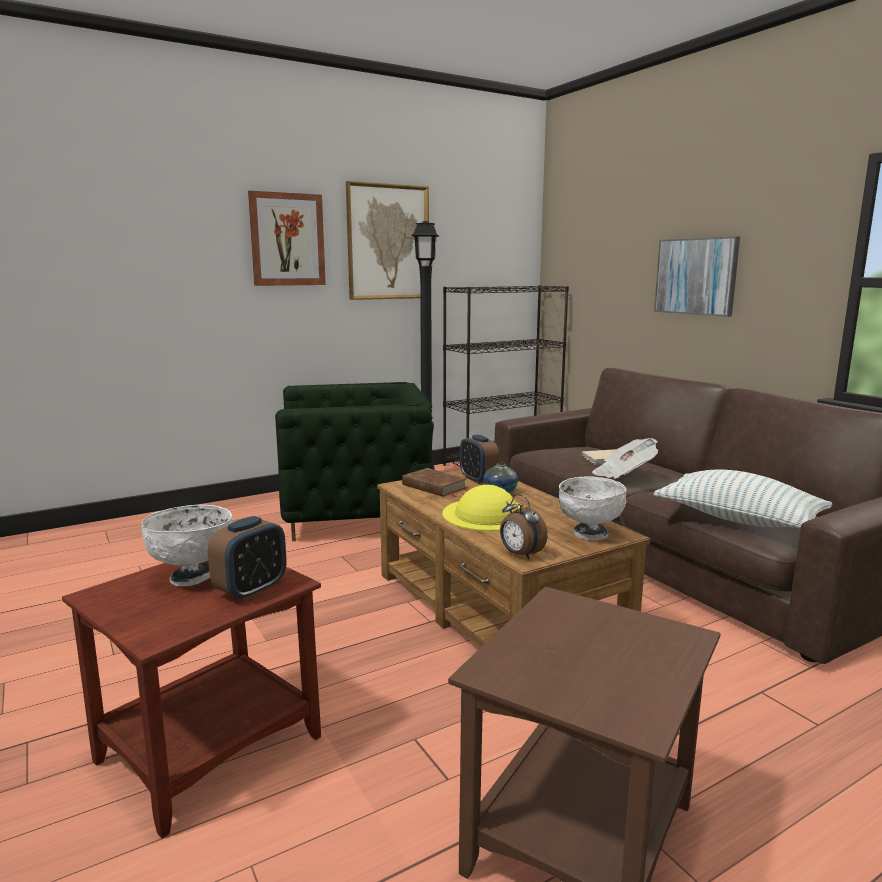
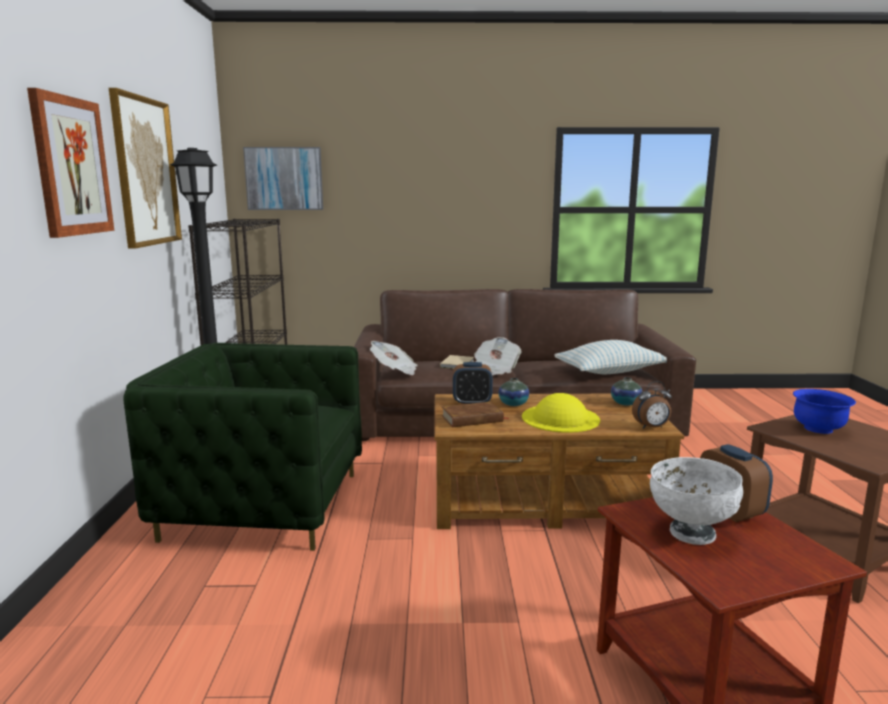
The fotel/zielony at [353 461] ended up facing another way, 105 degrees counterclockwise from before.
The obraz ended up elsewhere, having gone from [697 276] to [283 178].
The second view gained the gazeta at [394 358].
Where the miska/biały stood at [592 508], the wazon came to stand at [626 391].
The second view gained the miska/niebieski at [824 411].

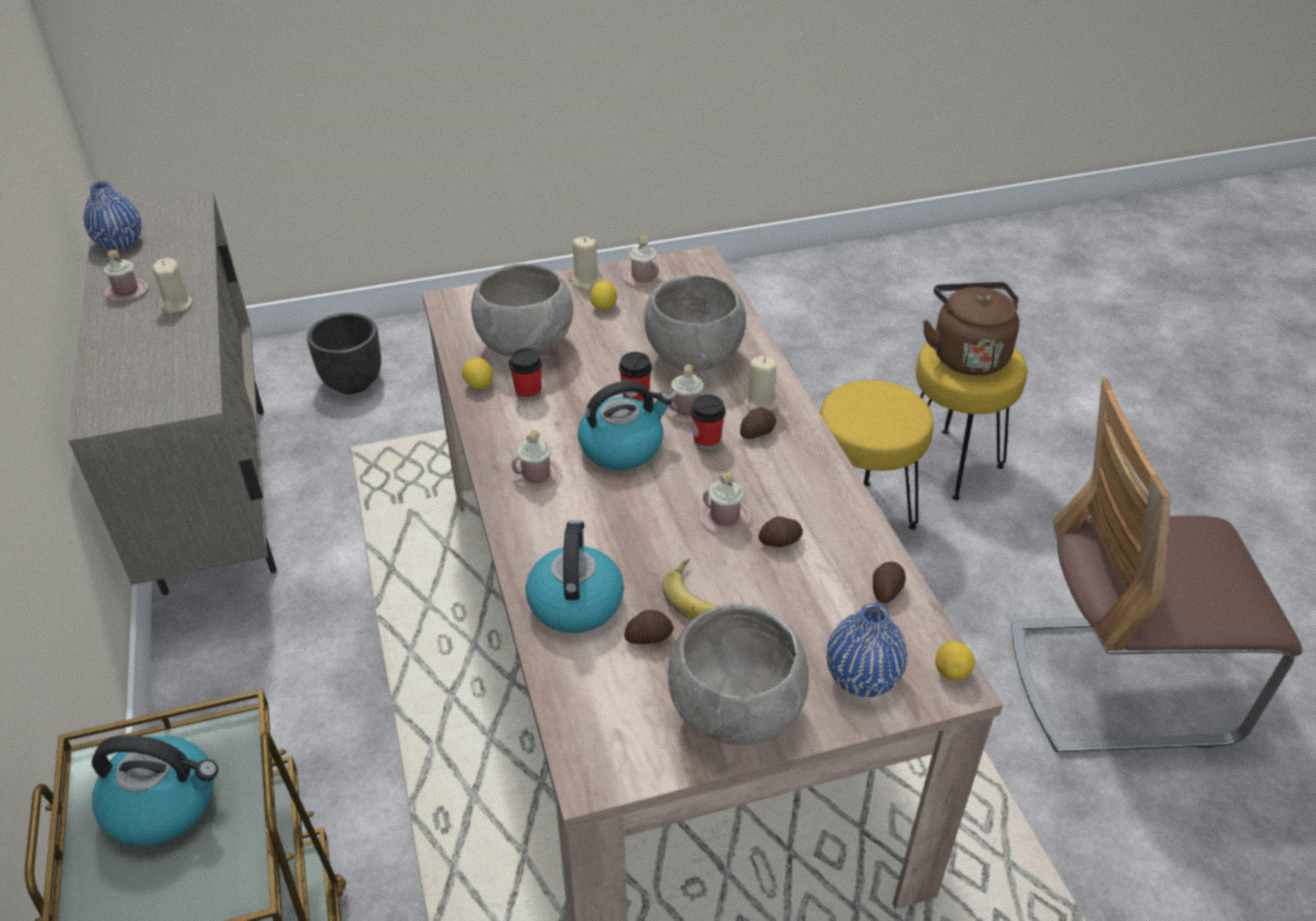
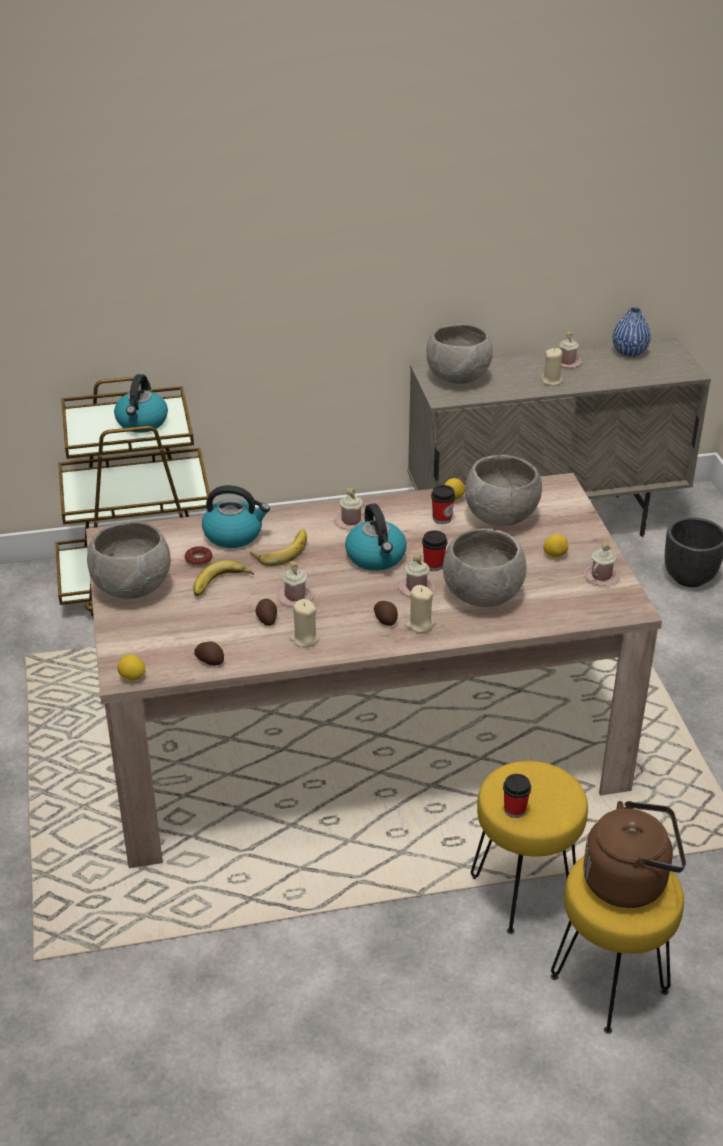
Where the ziemniak stood at [649 627], the donut came to stand at [198 556].
The second view gained the banan at [278 547].
The świeca/beżowy ended up elsewhere, having gone from [587 264] to [305 623].
The second view gained the miska/szary at [459 354].
The filiżanka ended up elsewhere, having gone from [708 422] to [517 796].
The second view lost the wazon/niebieski at [866 650].
The second view lost the krzesło at [1157 565].

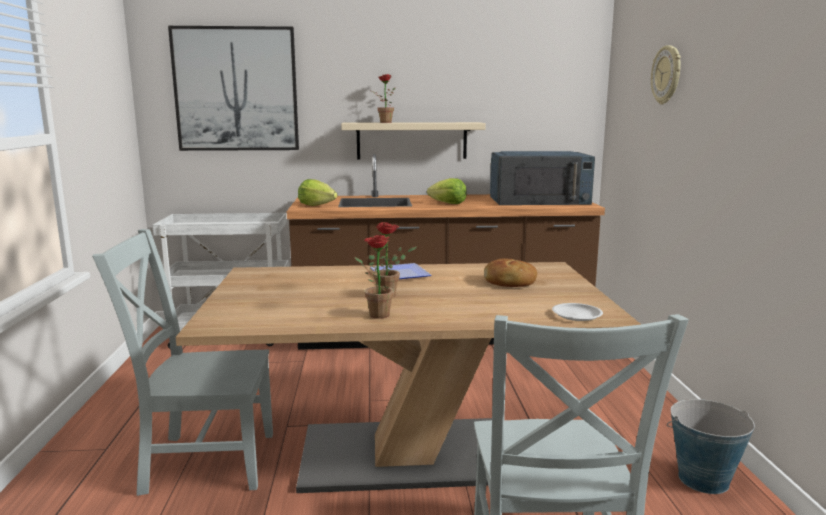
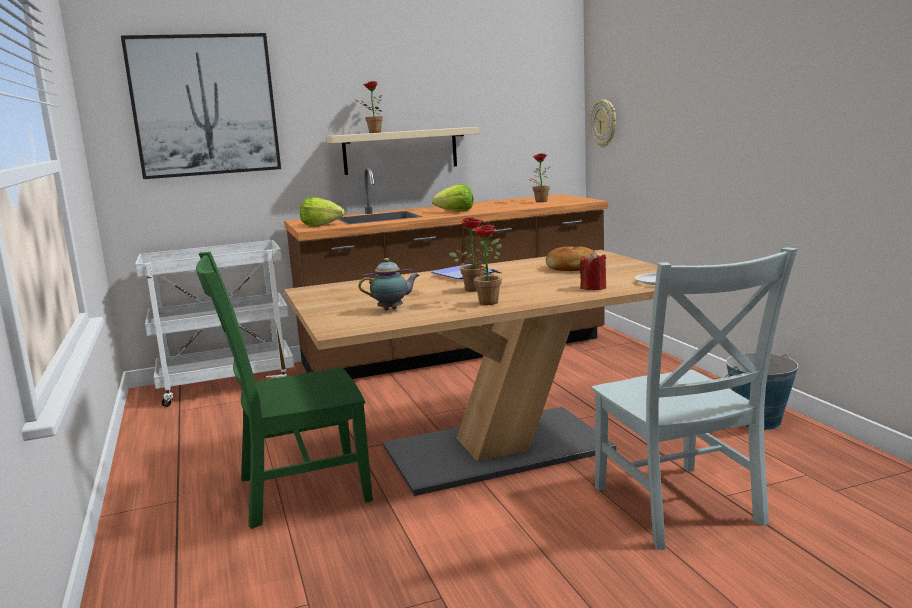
What was the krzesło/szary at [182 362] turned into the krzesło/zielony at [284 390].
The second view gained the imbryk at [389 284].
Where the mikrofalówka/niebieski stood at [542 178], the roślina doniczkowa came to stand at [539 177].
The second view gained the świeca/czerwony at [593 270].
The zegar ścienny ended up elsewhere, having gone from [666 74] to [603 123].

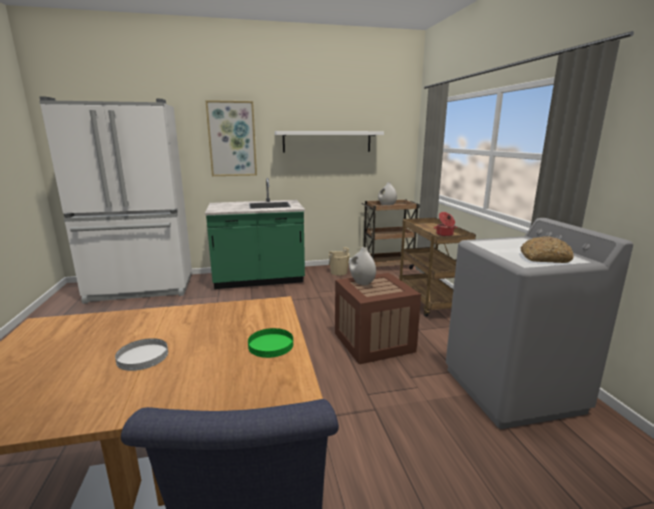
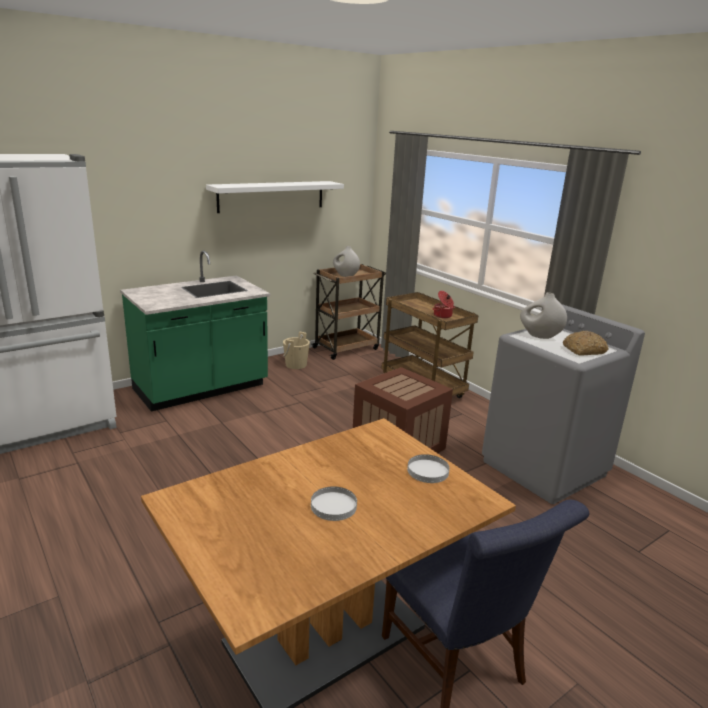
What was the talerz/zielony at [270 343] turned into the talerz/biały at [428 468].
The wazon/biały ended up elsewhere, having gone from [362 266] to [543 316].
The second view lost the obraz at [231 138].

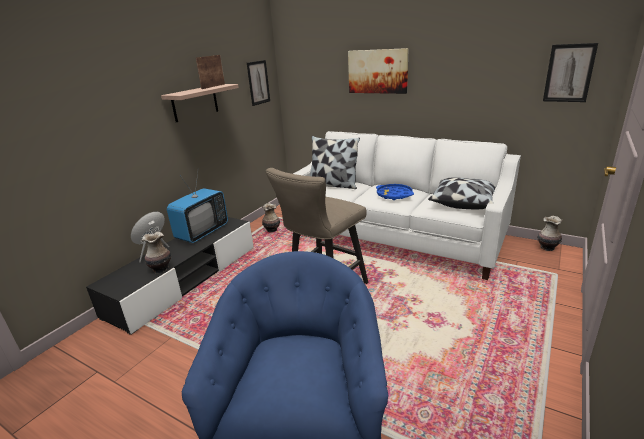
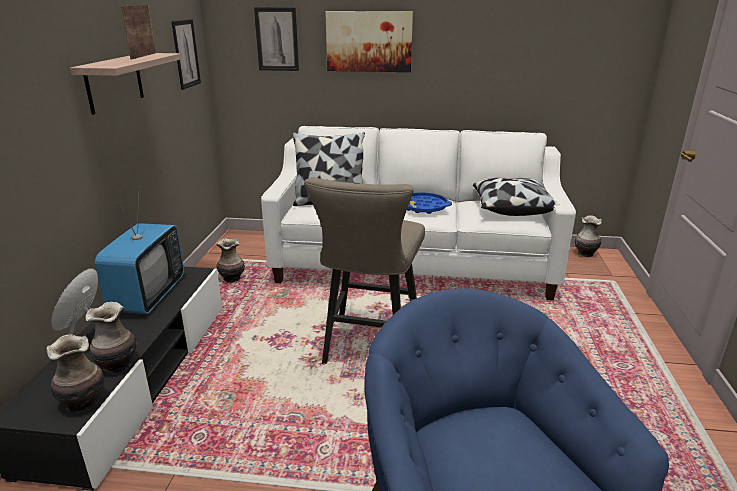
The second view gained the wazon at [75 373].
The obraz ended up elsewhere, having gone from [570 72] to [276 39].

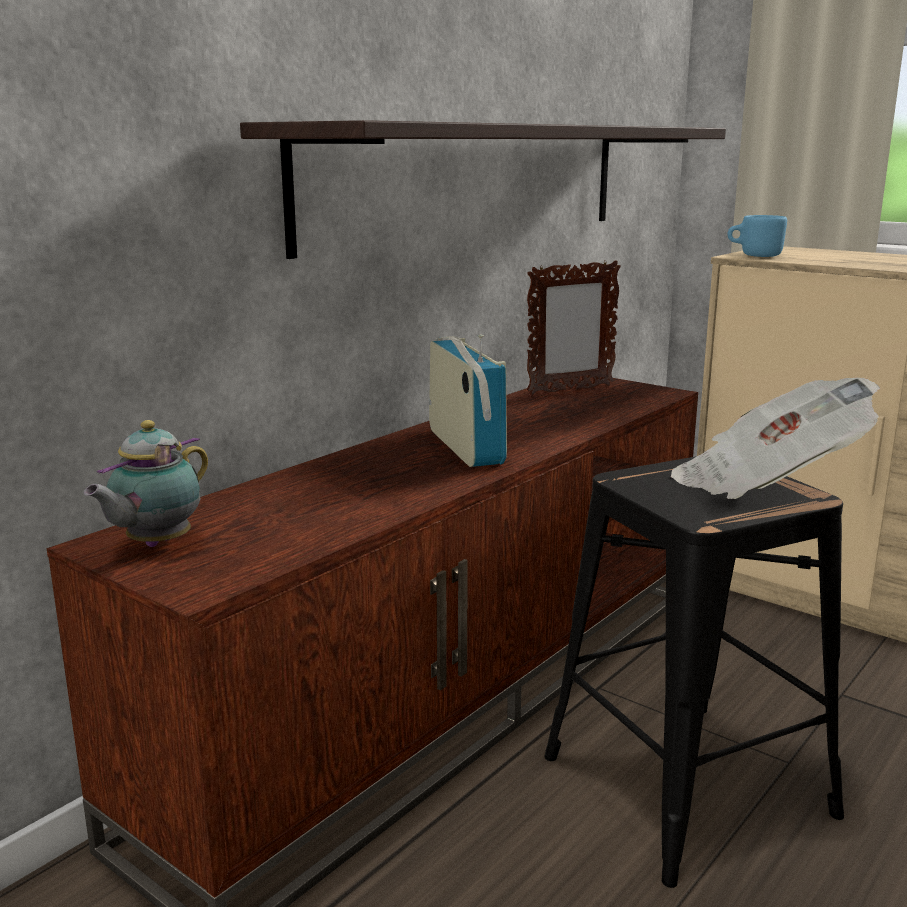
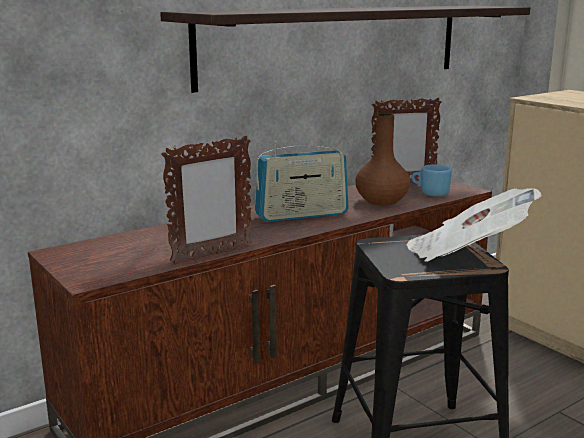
The second view gained the ramka na zdjęcie at [206 200].
The radio at [468 401] ended up facing another way, 75 degrees clockwise from before.
The second view gained the wazon/brązowy at [382 159].
The kubek/niebieski ended up elsewhere, having gone from [757 236] to [431 180].
The second view lost the imbryk at [146 483].

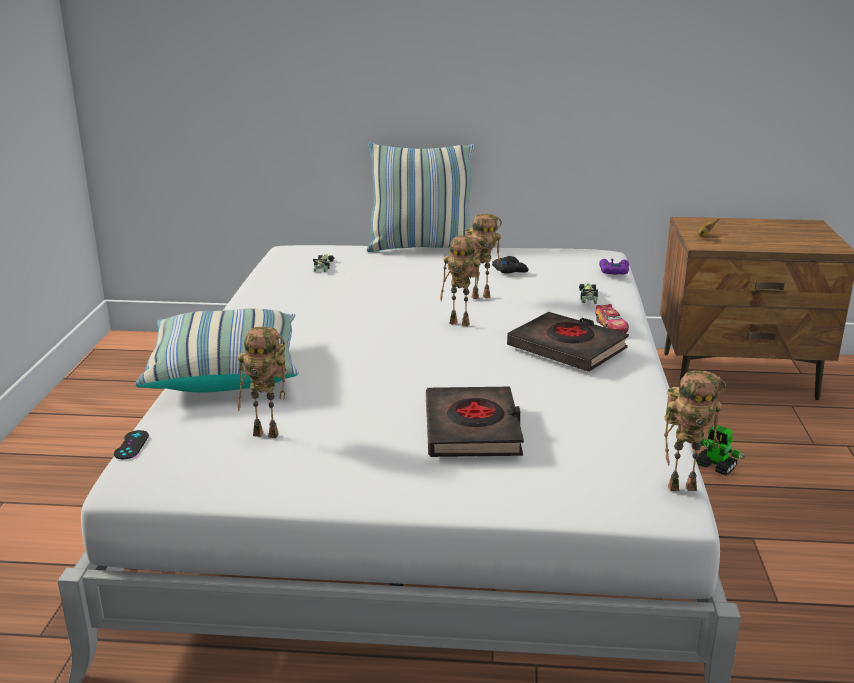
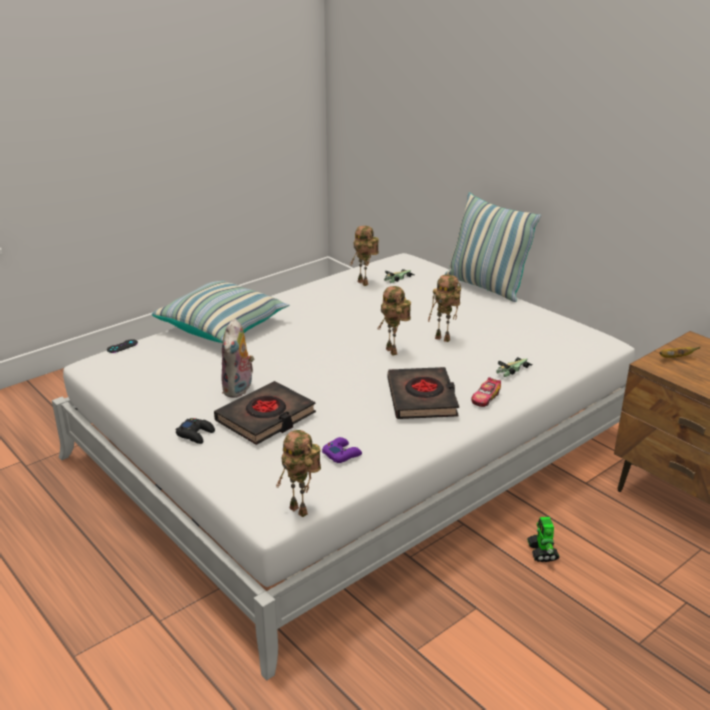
The pad do gier/czarny ended up elsewhere, having gone from [510 265] to [195 431].
The second view gained the pluszak at [238 358].
The pad do gier/fioletowy ended up elsewhere, having gone from [614 267] to [342 450].
The robot zabawkowy ended up elsewhere, having gone from [262 382] to [364 256].

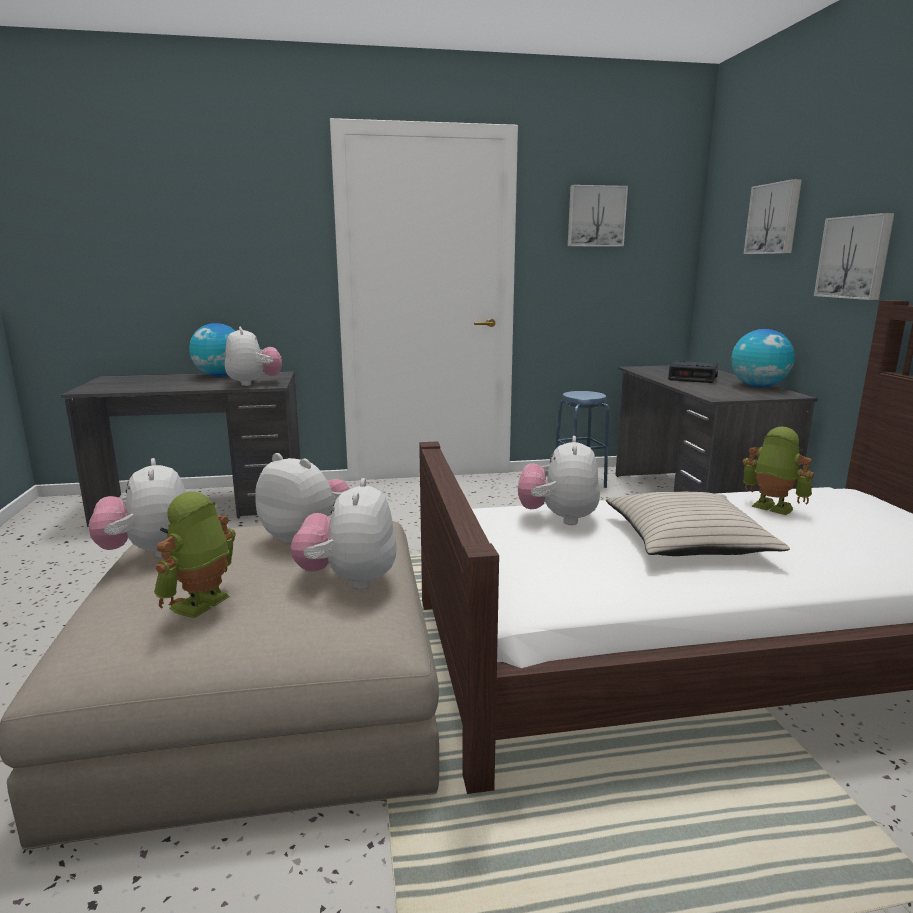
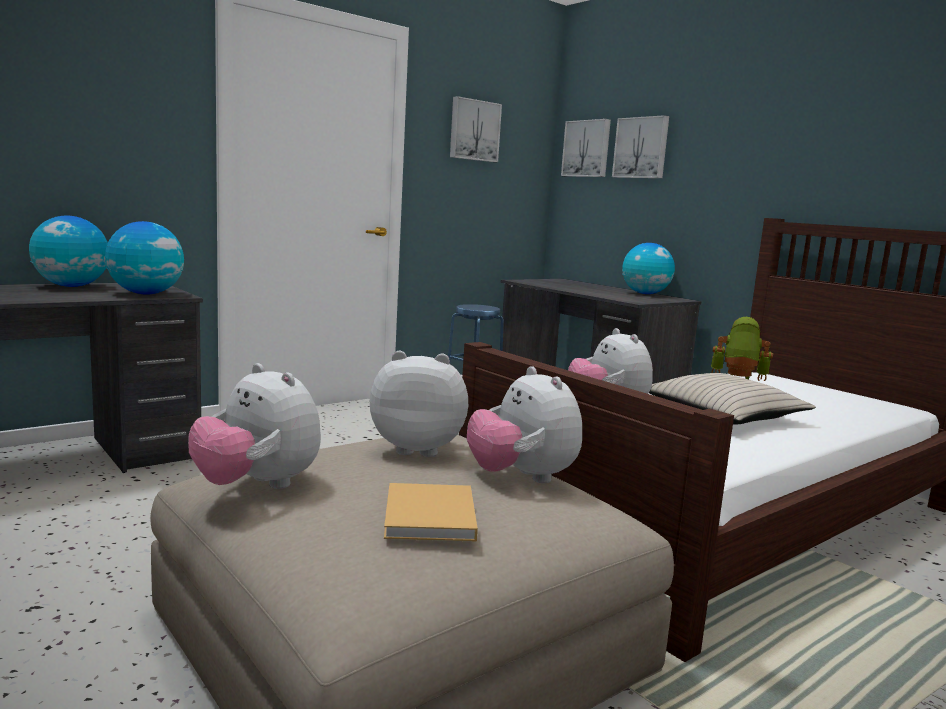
Where the pluszak stood at [253 356], the globus came to stand at [144 257].
Where the robot zabawkowy stood at [195 555], the książka/beżowy came to stand at [431 512].
The obraz ended up elsewhere, having gone from [854 256] to [586 148].
The second view lost the budzik at [693 372].

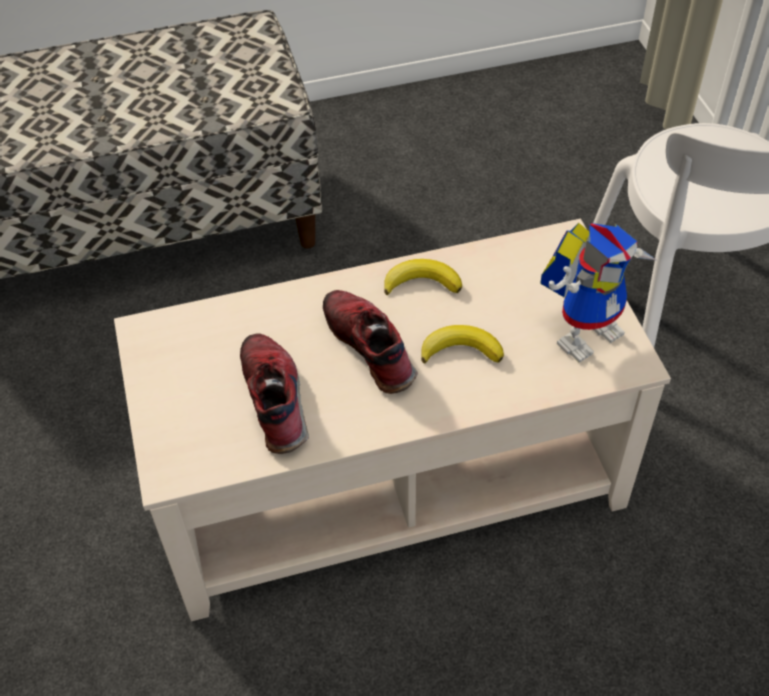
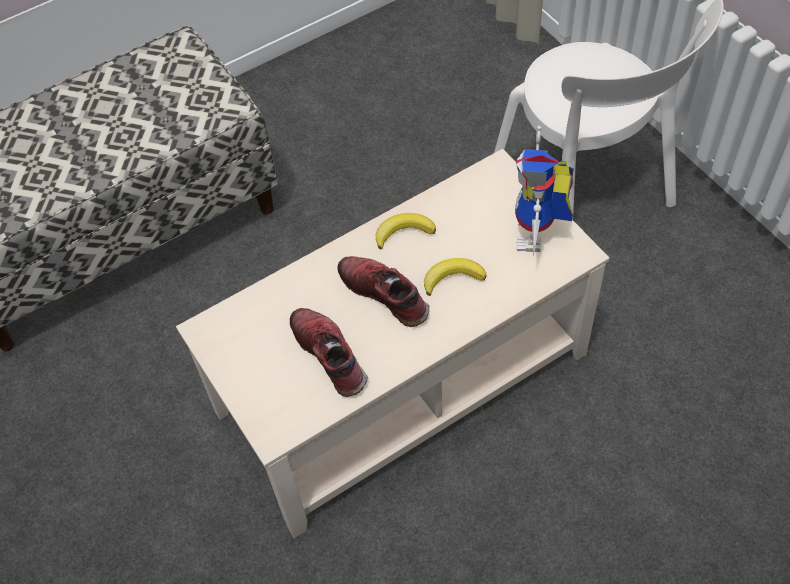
The robot zabawkowy at [598 292] ended up facing another way, 150 degrees clockwise from before.

